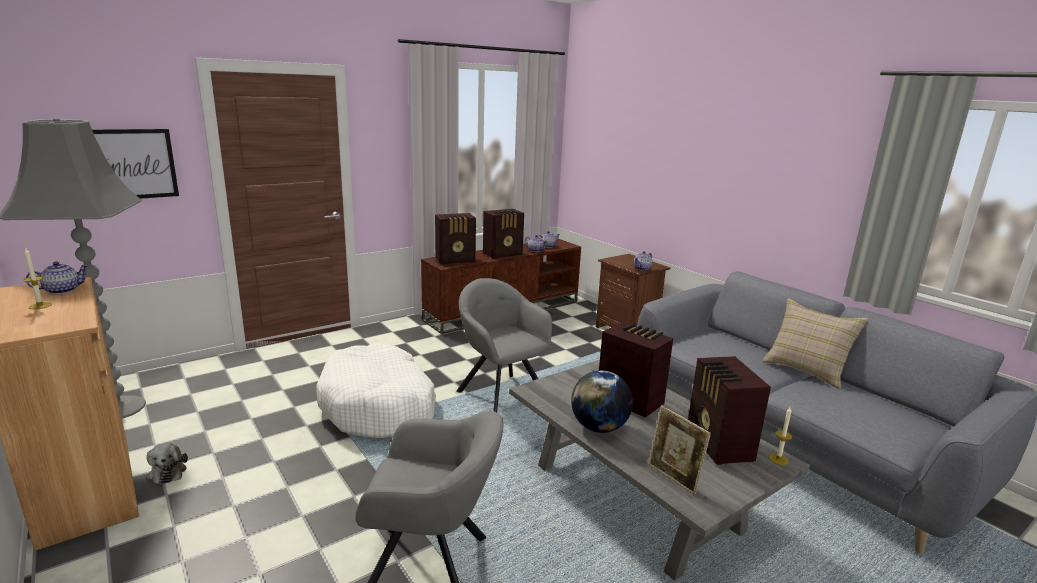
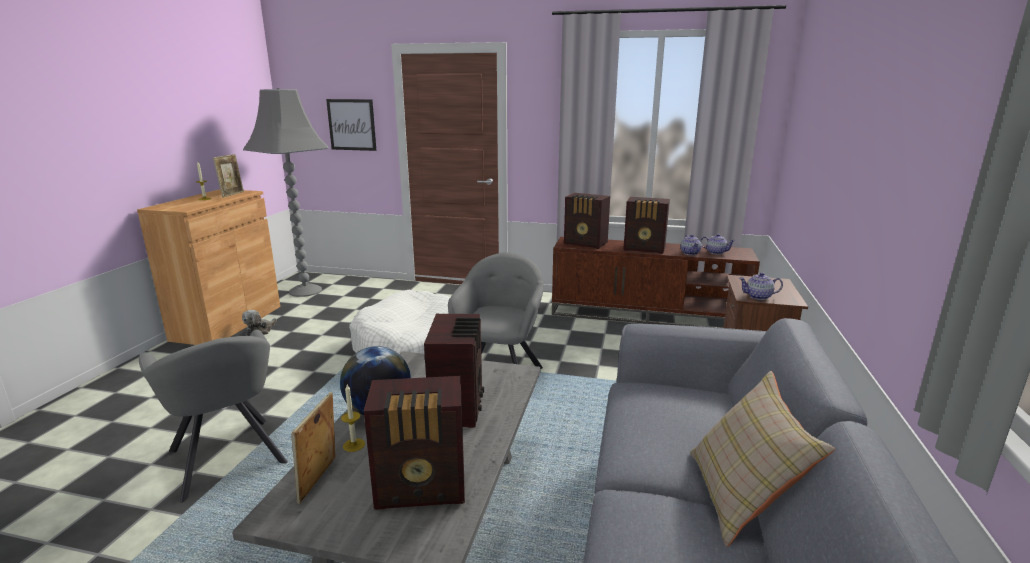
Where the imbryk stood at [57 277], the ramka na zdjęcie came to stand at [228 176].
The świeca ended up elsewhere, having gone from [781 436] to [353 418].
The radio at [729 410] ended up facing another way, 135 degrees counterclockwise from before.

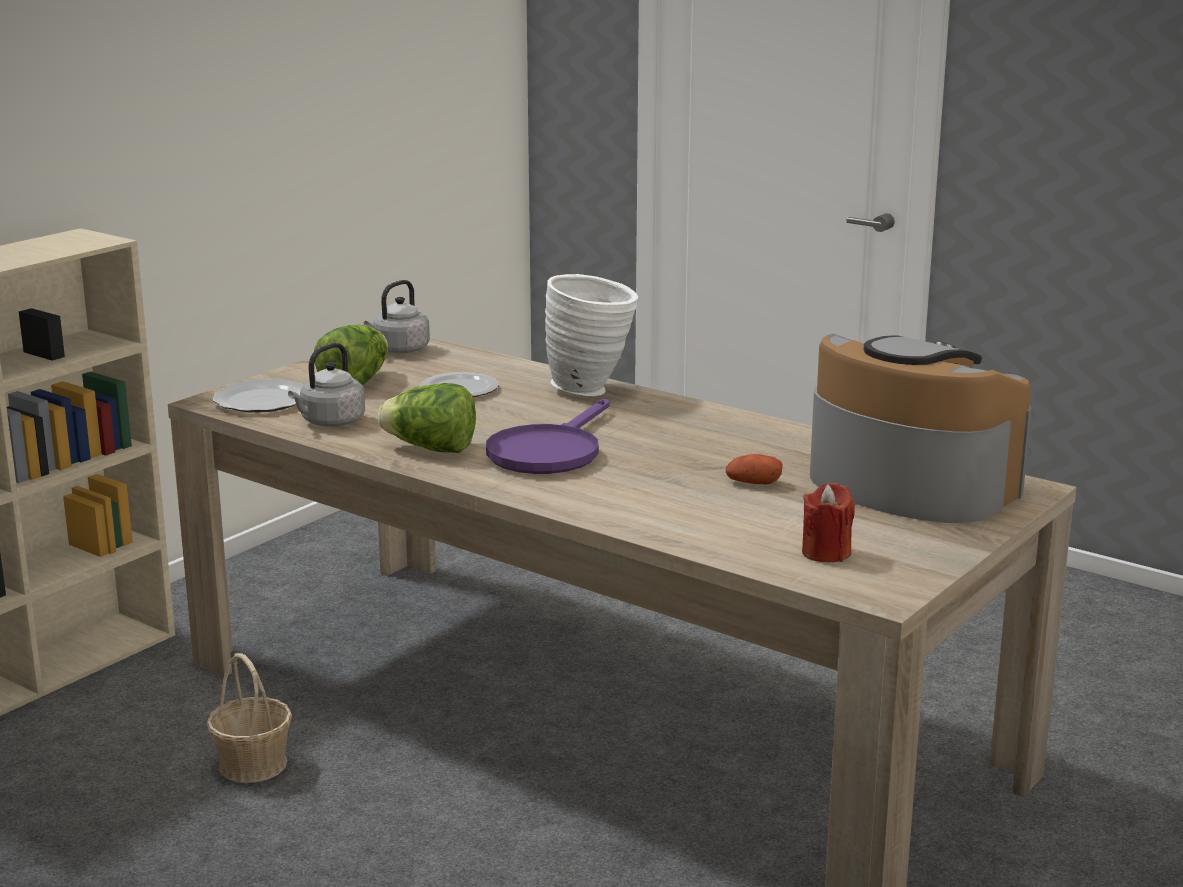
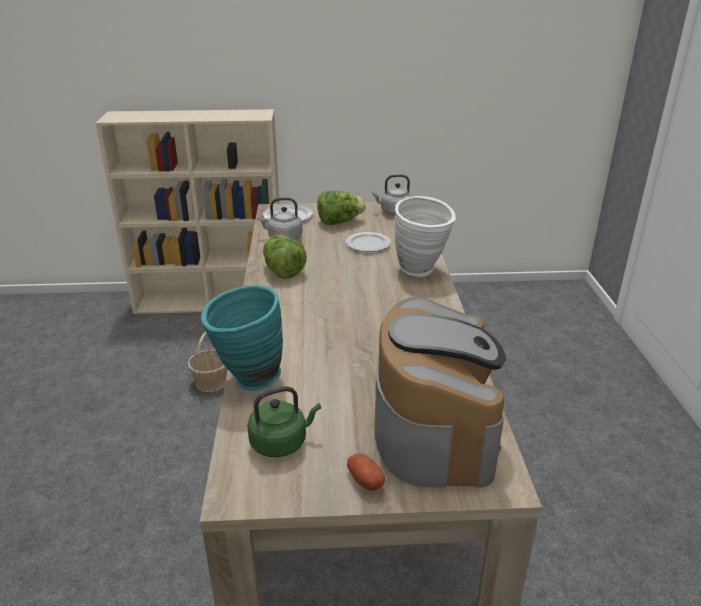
The second view gained the wazon/turkusowy at [242 338].
Where the świeca/czerwony stood at [828 522], the czajnik/zielony came to stand at [284 421].
The ziemniak ended up elsewhere, having gone from [754 469] to [366 471].
The second view lost the patelnia/fioletowy at [548 436].

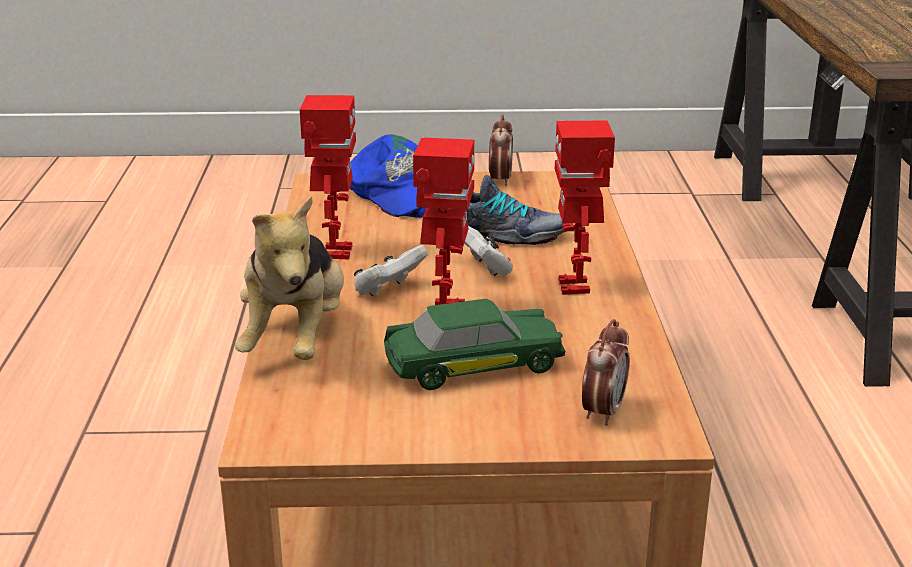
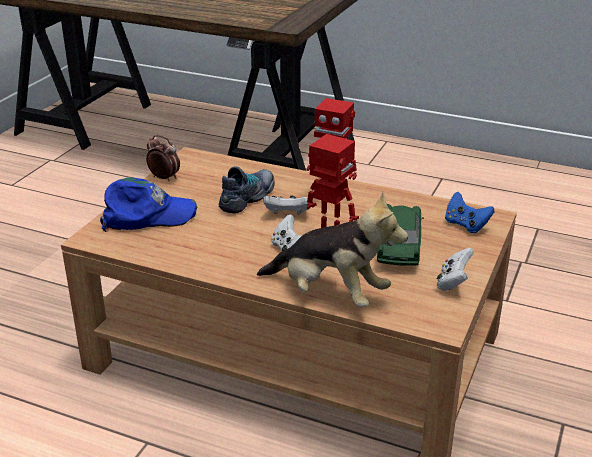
The second view gained the pad do gier/biały at [455 269].
Where the budzik stood at [606 372], the pad do gier/niebieski came to stand at [469 212].
The second view lost the robot zabawkowy at [328 177].

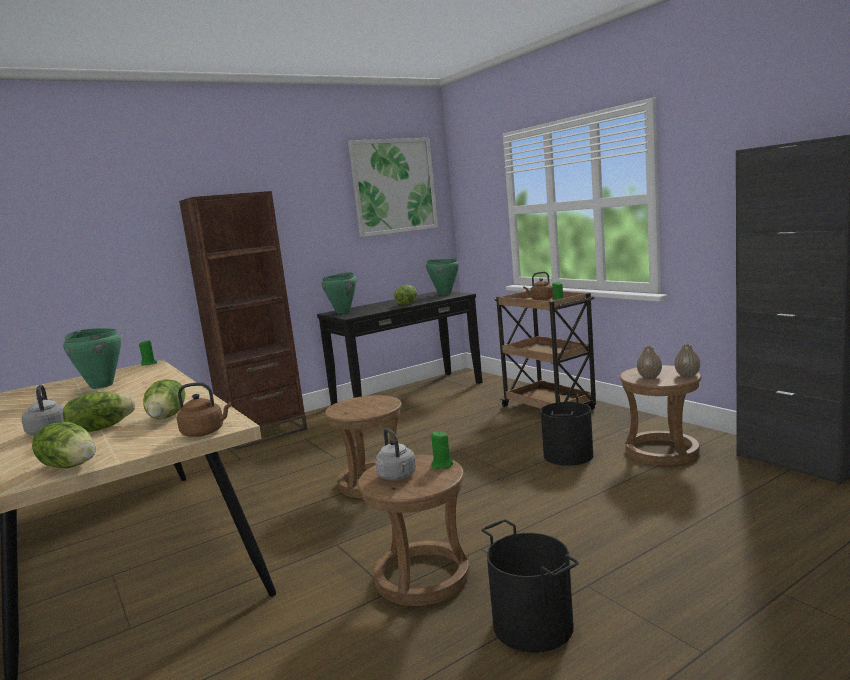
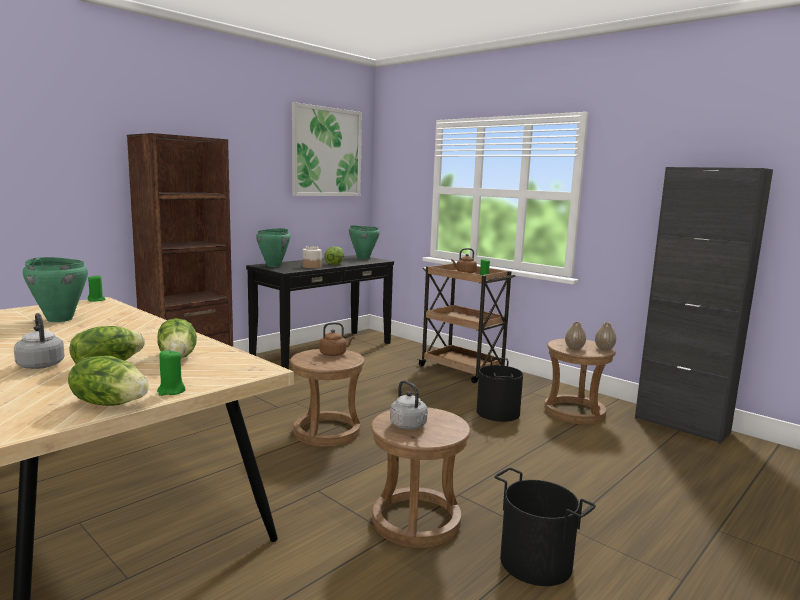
The świeca/zielony ended up elsewhere, having gone from [442 450] to [171 372].
The second view gained the słoik at [311 257].
The czajnik/brązowy ended up elsewhere, having gone from [204 409] to [336 339].

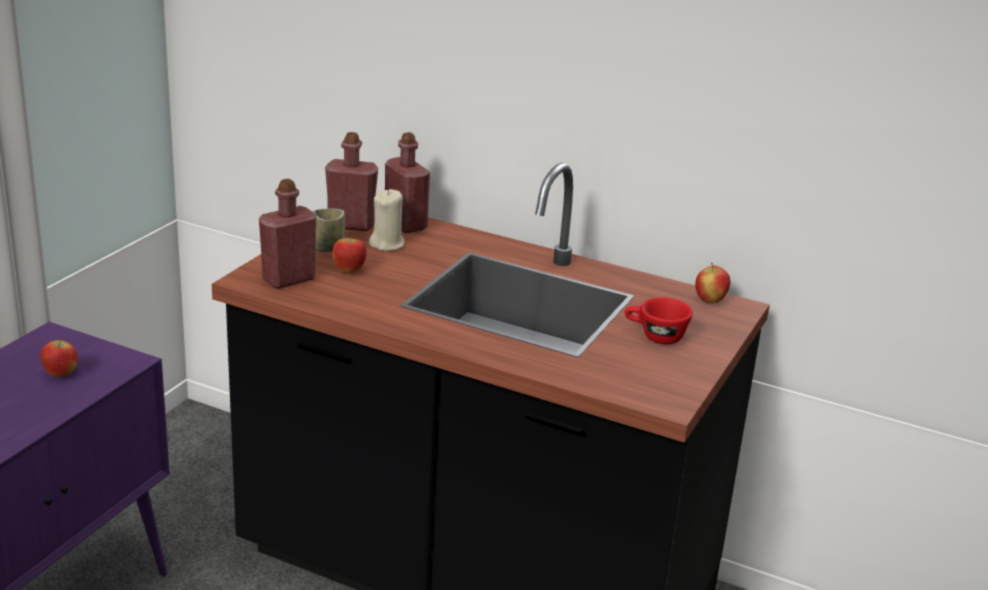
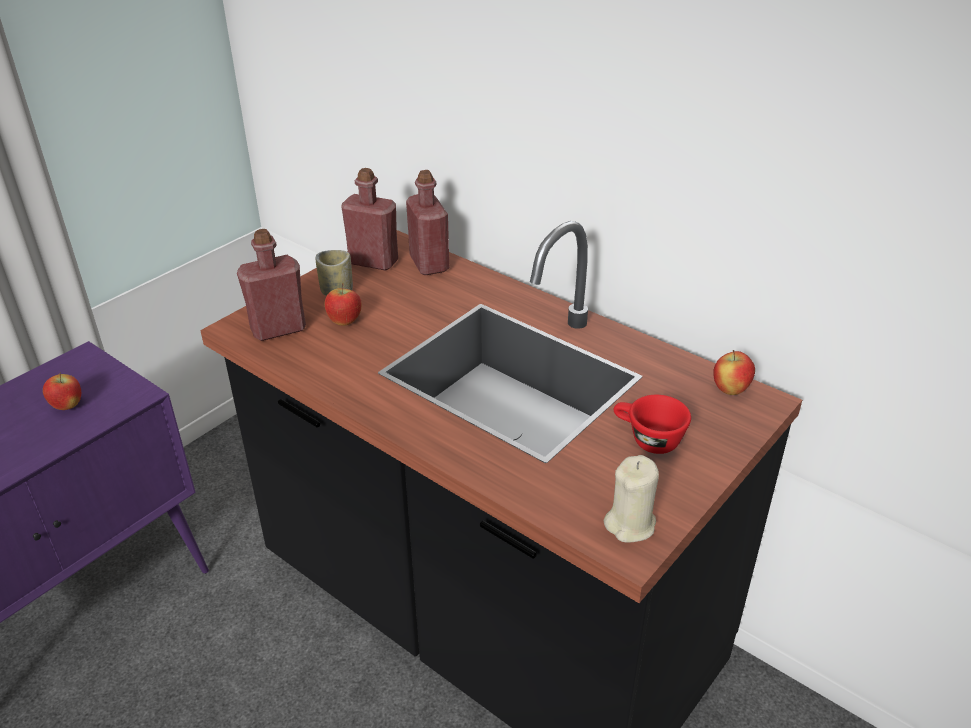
The świeca/beżowy ended up elsewhere, having gone from [387 220] to [631 499].

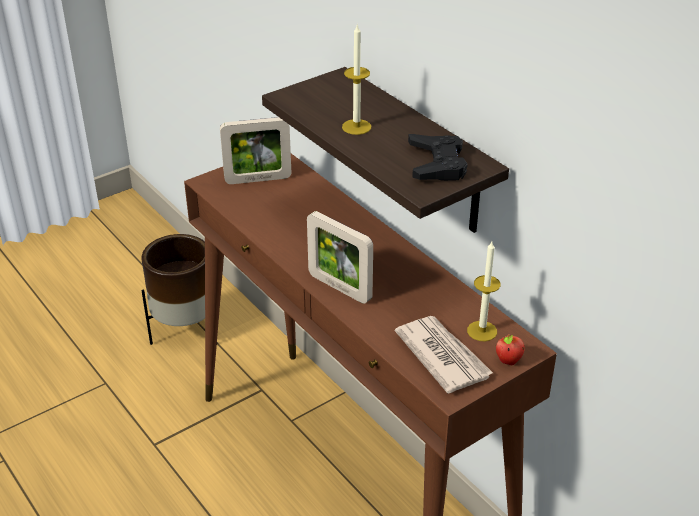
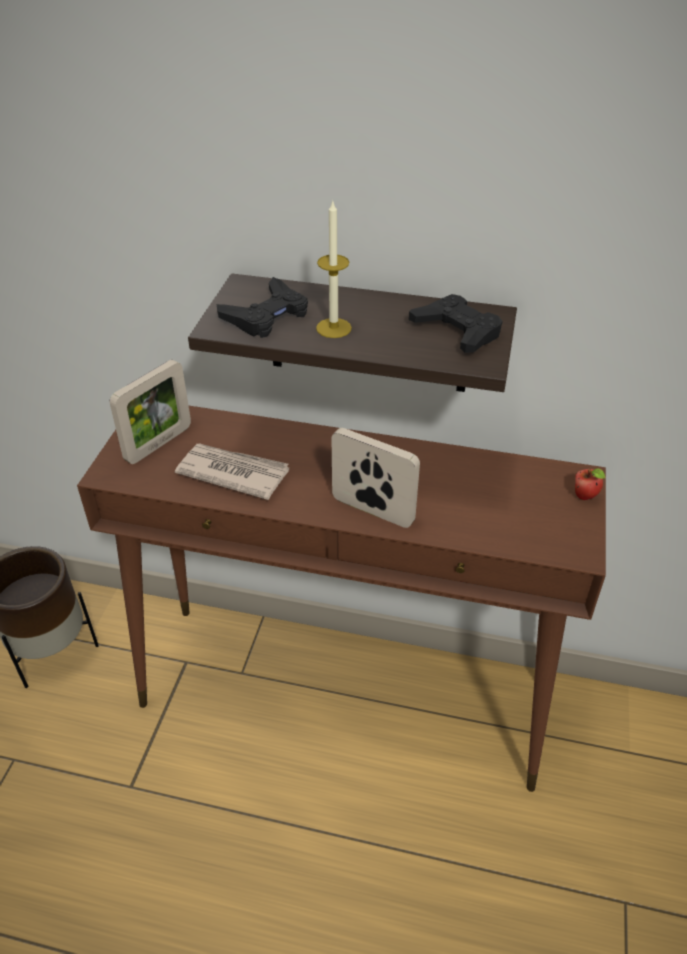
The gazeta ended up elsewhere, having gone from [444 355] to [232 471].
The second view gained the pad do gier/czarny at [262 307].
The ramka na zdjęcie at [340 257] ended up facing another way, 150 degrees counterclockwise from before.
The second view lost the świeca at [484 291].

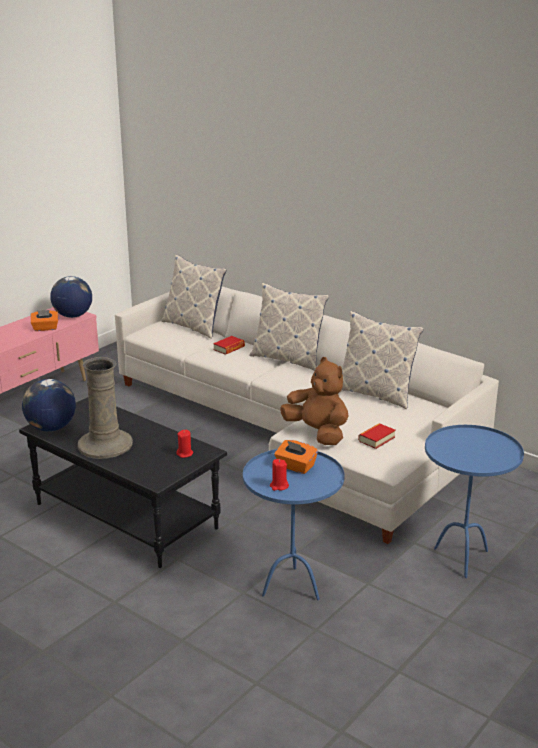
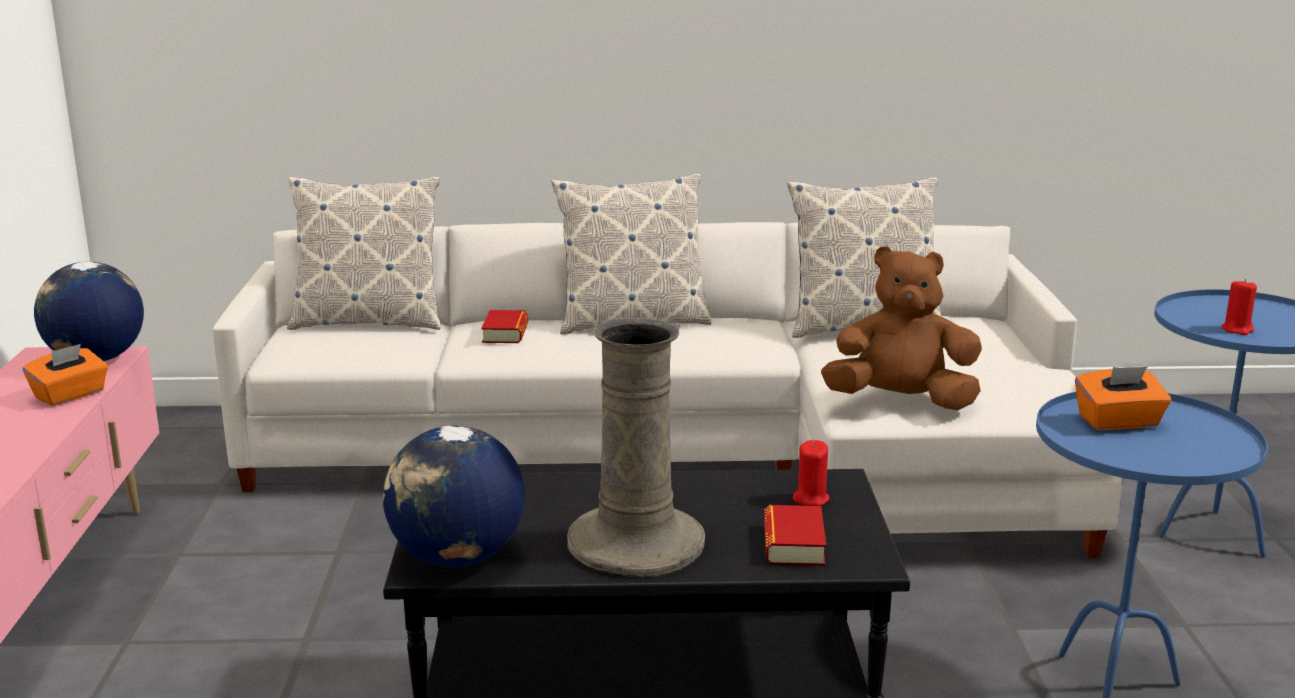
The książka ended up elsewhere, having gone from [377 436] to [795 535].
The świeca/czerwony ended up elsewhere, having gone from [279 475] to [1239 307].

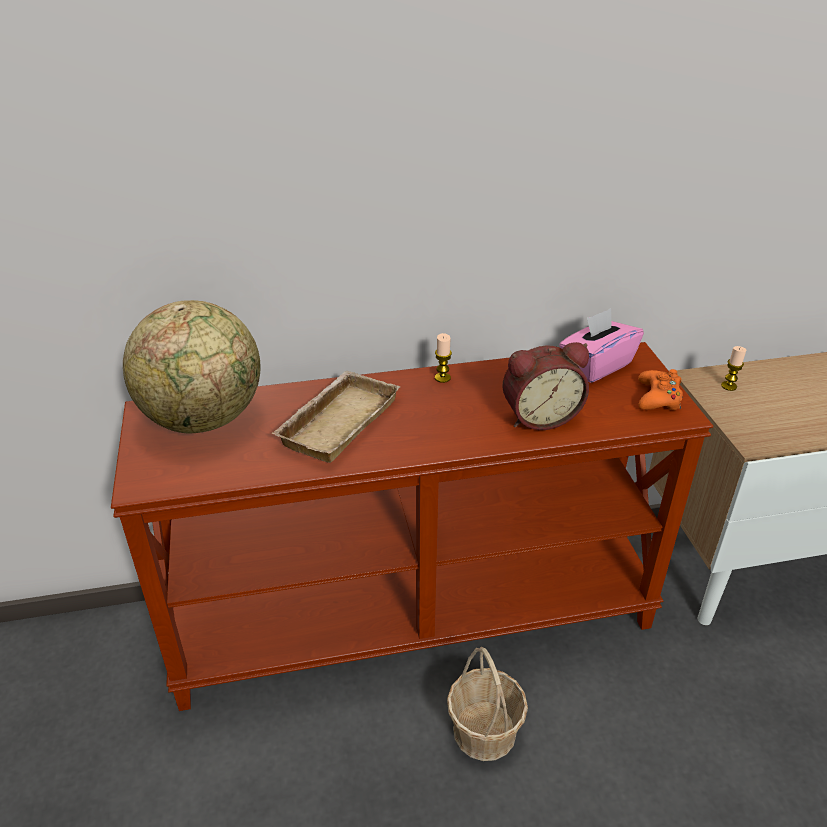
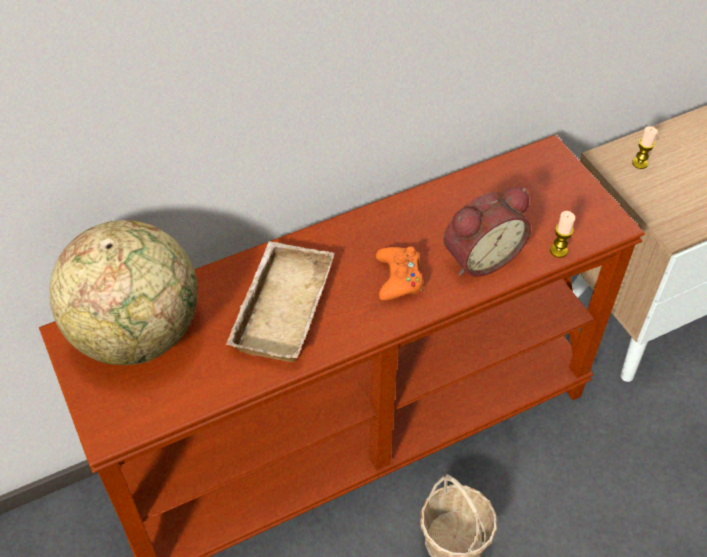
The pad do gier/pomarańczowy ended up elsewhere, having gone from [660 389] to [399 273].
The świeca ended up elsewhere, having gone from [443 358] to [562 234].
The second view lost the pudełko chusteczek/różowy at [601 345].

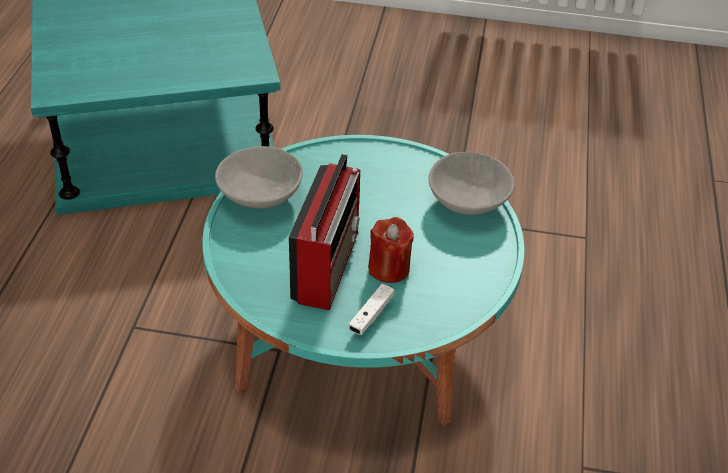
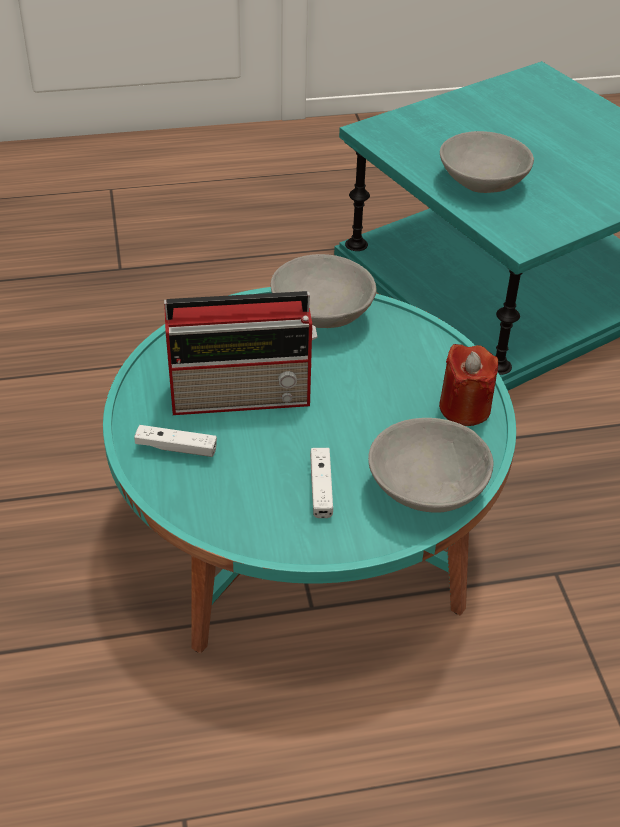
The second view gained the pad do gier/biały at [321 483].
The świeca/czerwony ended up elsewhere, having gone from [391 250] to [468 385].
The second view gained the miska/szary at [487 162].

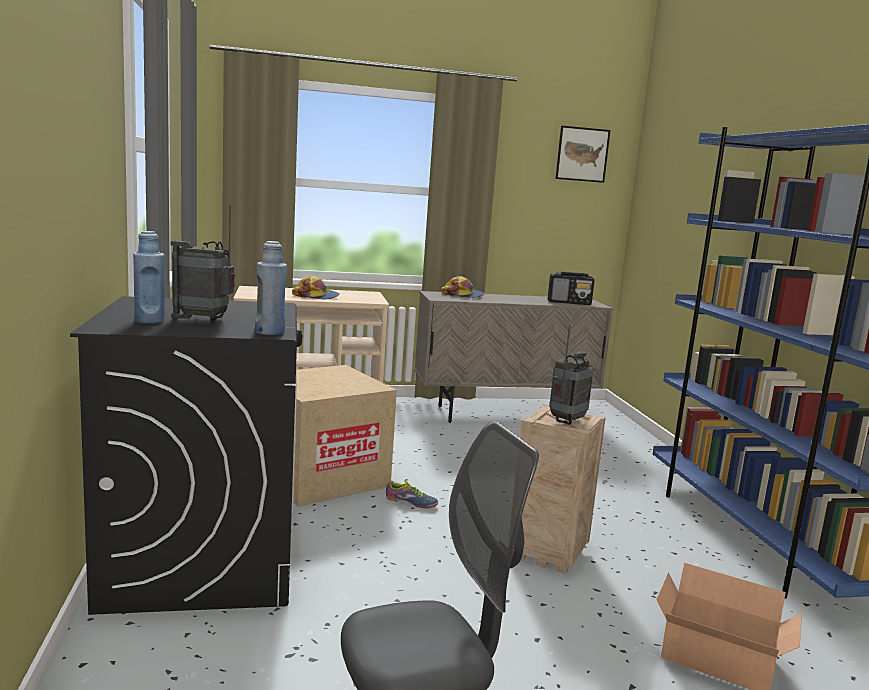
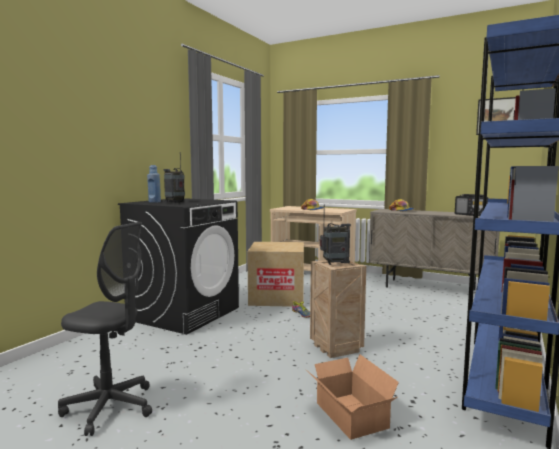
The second view lost the butelka/niebieski at [271 288].

